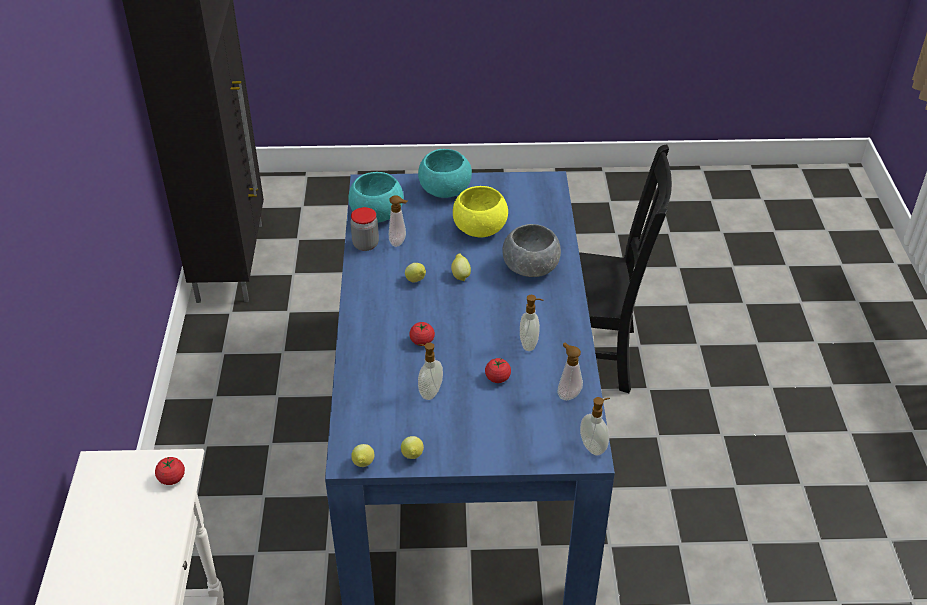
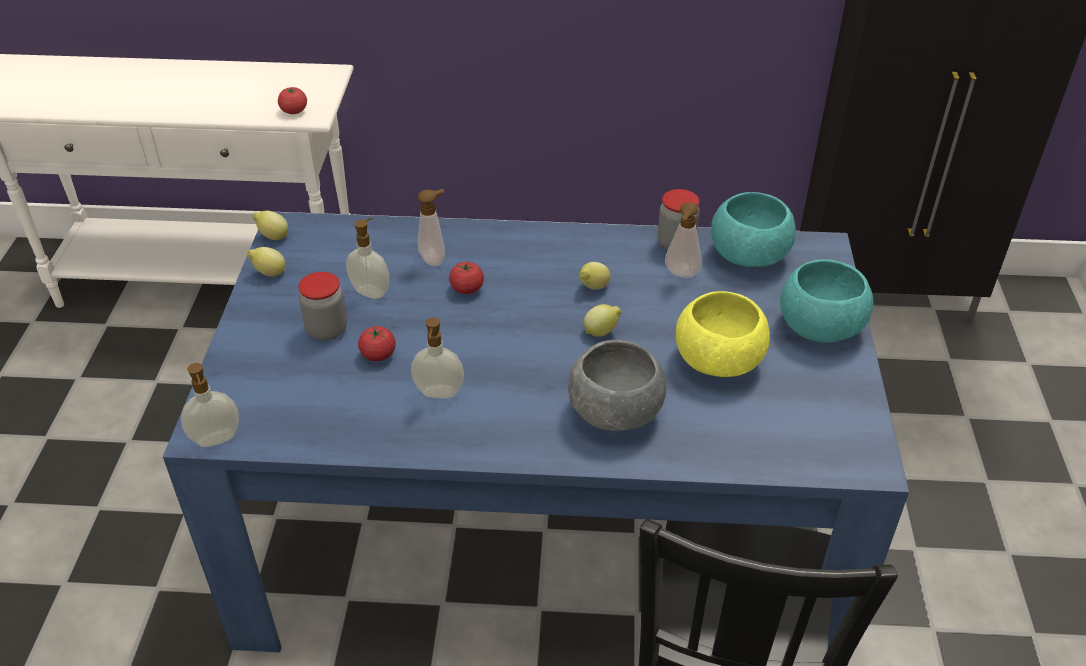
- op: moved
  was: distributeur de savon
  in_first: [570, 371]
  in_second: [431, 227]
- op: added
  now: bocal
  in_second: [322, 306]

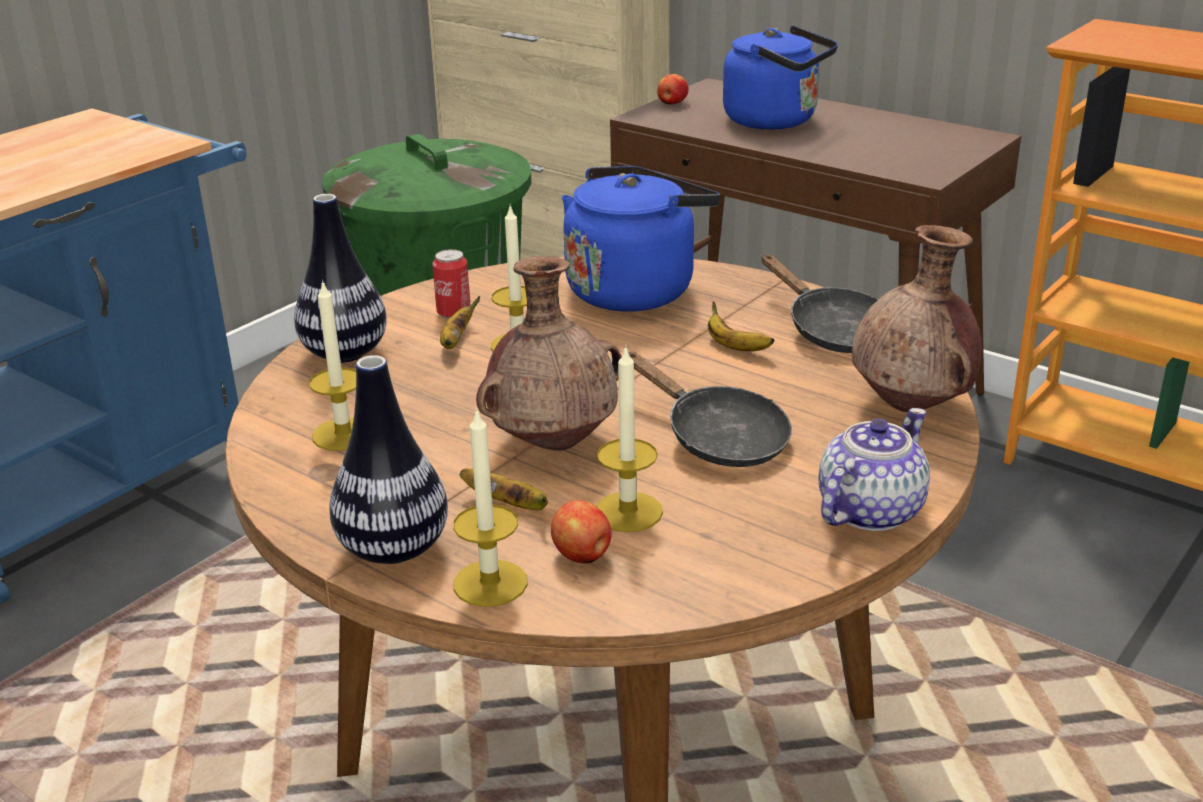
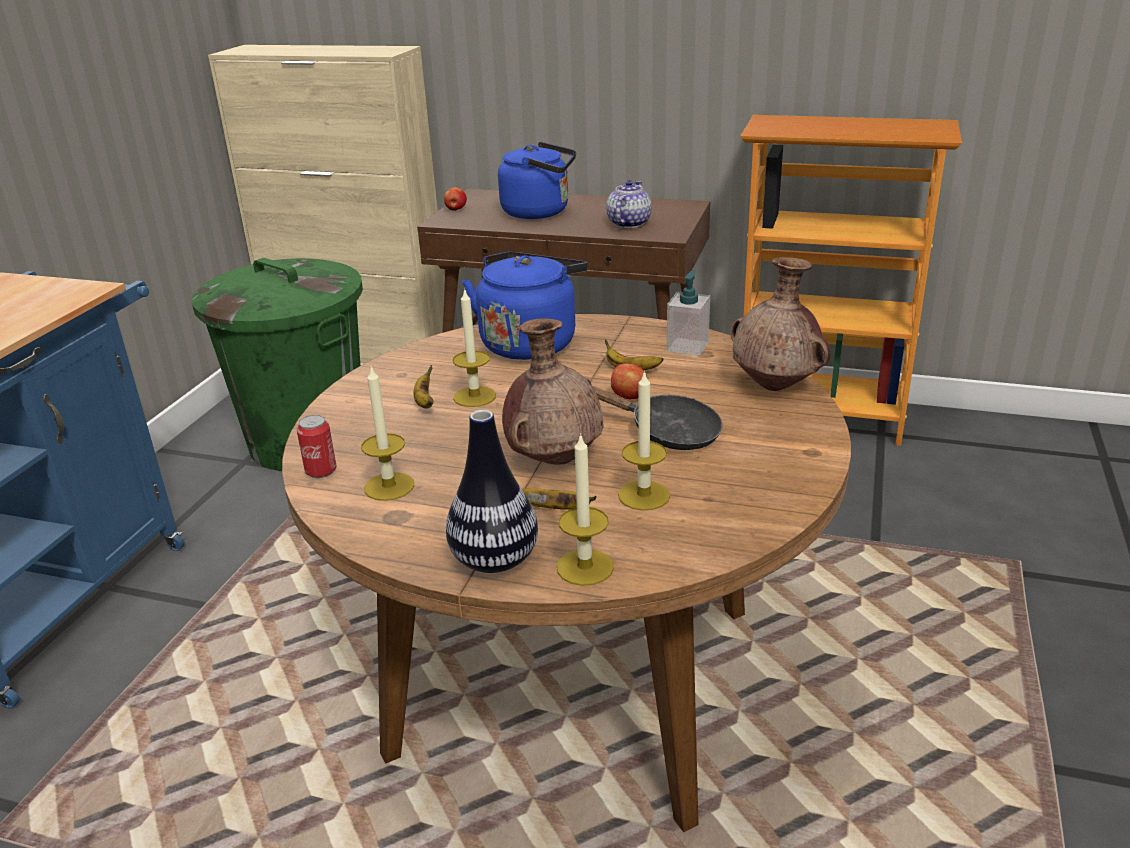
- op: removed
  was: vase
  in_first: [340, 278]
- op: moved
  was: boîte métallique
  in_first: [451, 284]
  in_second: [316, 446]
- op: replaced
  was: poêle [noir]
  now: distributeur de savon
  in_first: [819, 303]
  in_second: [688, 313]
- op: moved
  was: théière
  in_first: [874, 469]
  in_second: [629, 204]
- op: moved
  was: pomme
  in_first: [581, 531]
  in_second: [629, 381]

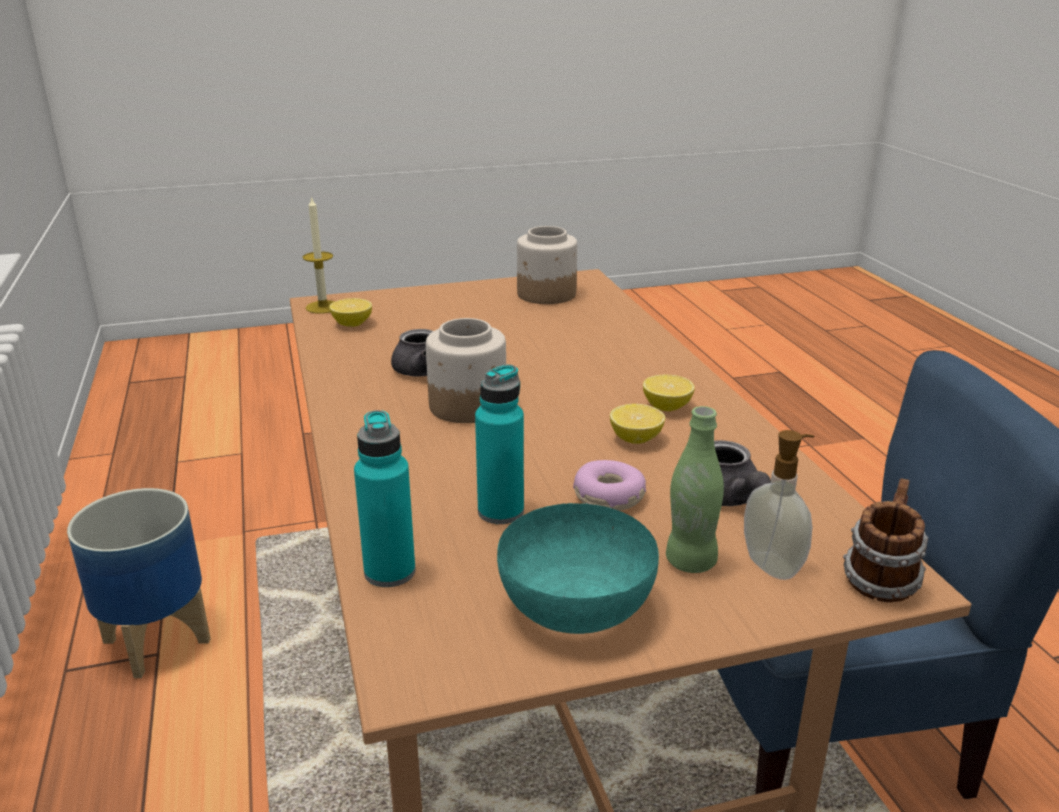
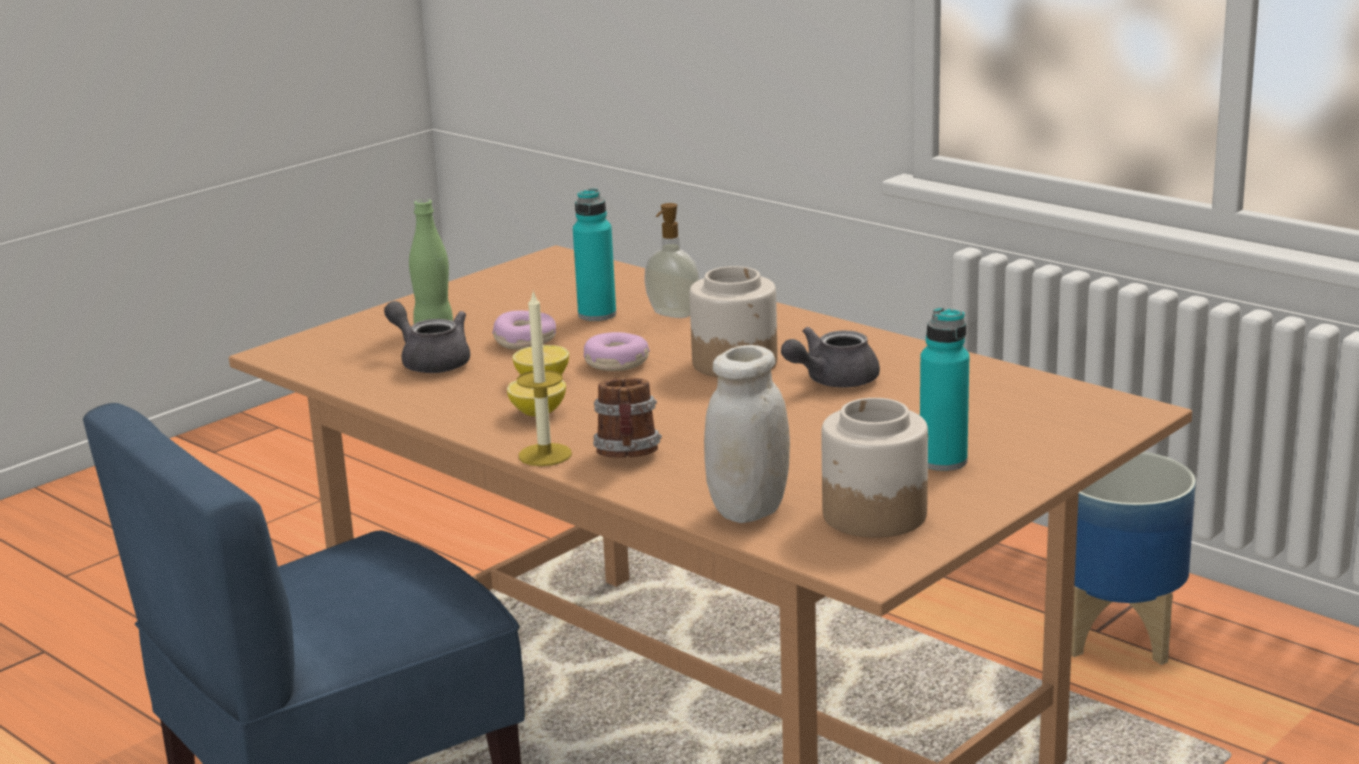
- op: moved
  was: bougie
  in_first: [318, 255]
  in_second: [544, 378]
- op: removed
  was: citron
  in_first: [350, 312]
- op: moved
  was: bouteille [turquoise]
  in_first: [385, 498]
  in_second: [944, 389]
- op: moved
  was: distributeur de savon
  in_first: [779, 505]
  in_second: [672, 260]
- op: moved
  was: mug
  in_first: [885, 540]
  in_second: [627, 418]
- op: removed
  was: bol [turquoise]
  in_first: [578, 568]
- op: added
  now: beignet
  in_second: [617, 351]
- op: added
  now: bocal [blanc]
  in_second: [747, 434]

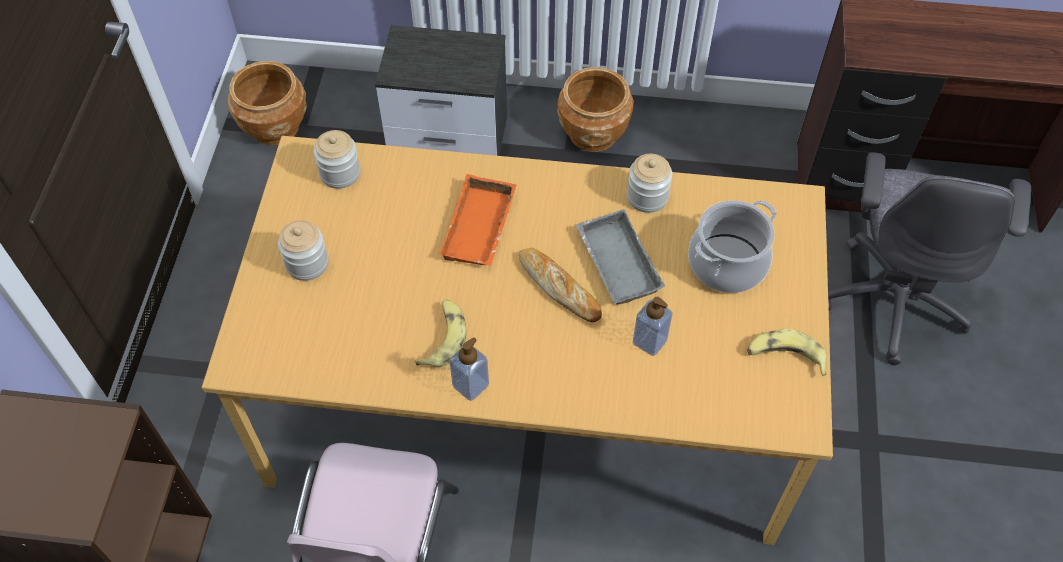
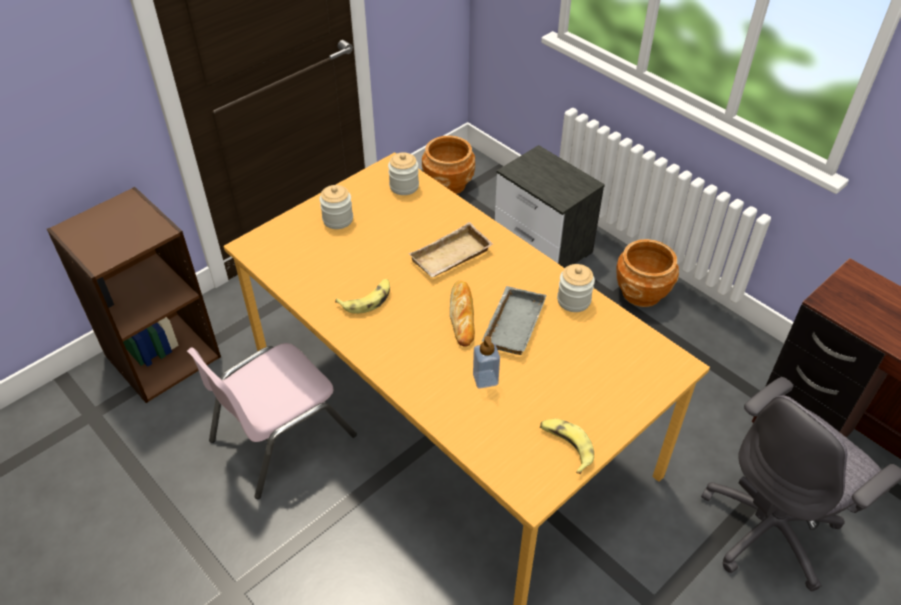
- op: recoloured
  was: plateau [orange]
  now: plateau [beige]
  in_first: [478, 220]
  in_second: [451, 249]
- op: removed
  was: marmite
  in_first: [732, 246]
- op: removed
  was: distributeur de savon
  in_first: [469, 369]

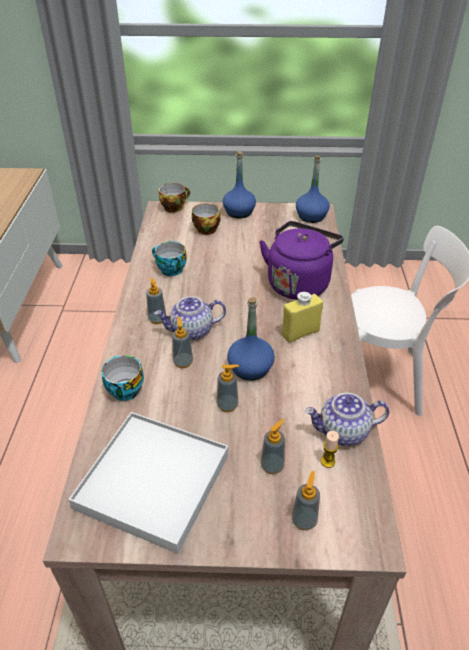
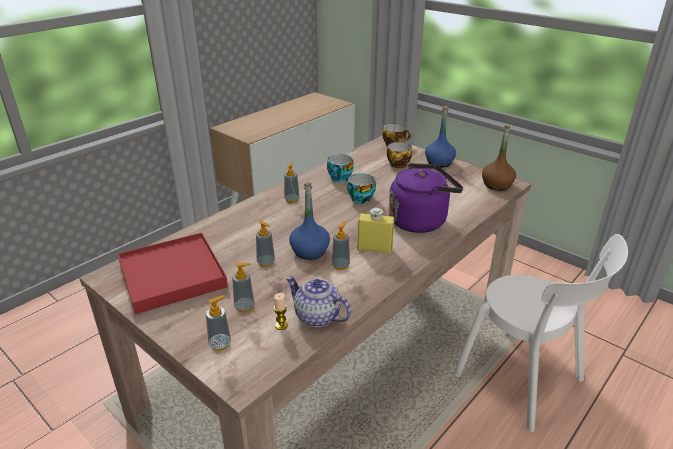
- op: recoloured
  was: bouteille [bleu]
  now: bouteille [marron]
  in_first: [313, 189]
  in_second: [499, 158]
- op: removed
  was: théière
  in_first: [190, 318]
- op: moved
  was: distributeur de savon
  in_first: [182, 342]
  in_second: [341, 245]
- op: moved
  was: tasse
  in_first: [123, 378]
  in_second: [361, 188]
- op: recoloured
  was: plateau [blanc]
  now: plateau [rouge]
  in_first: [148, 483]
  in_second: [173, 273]

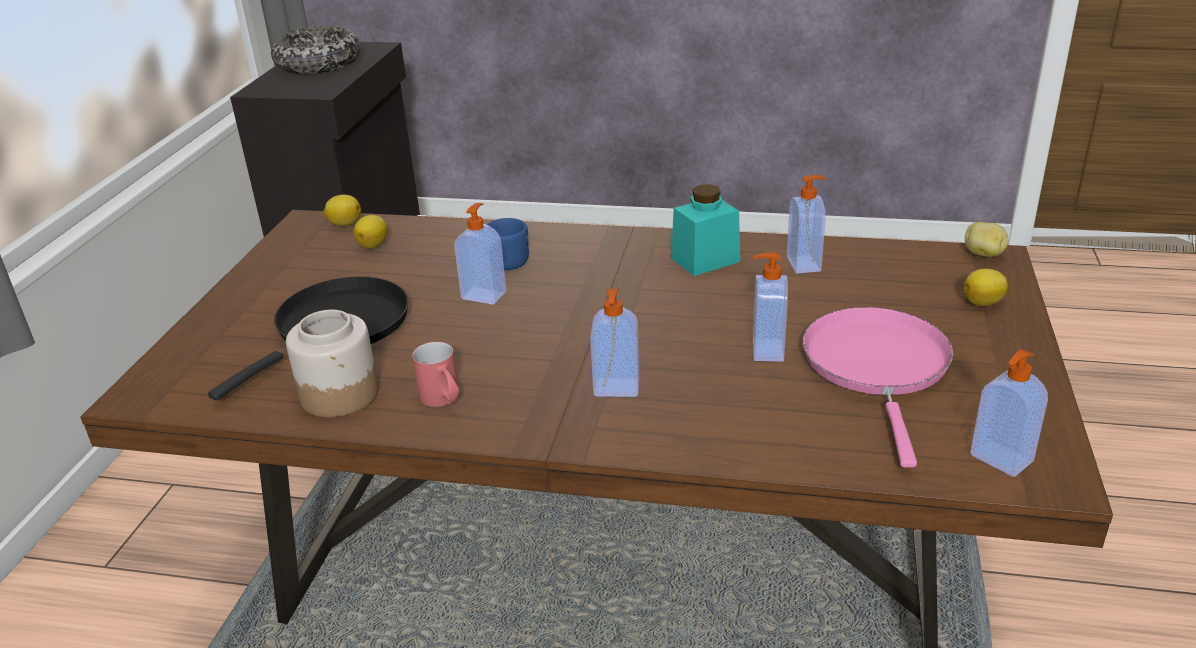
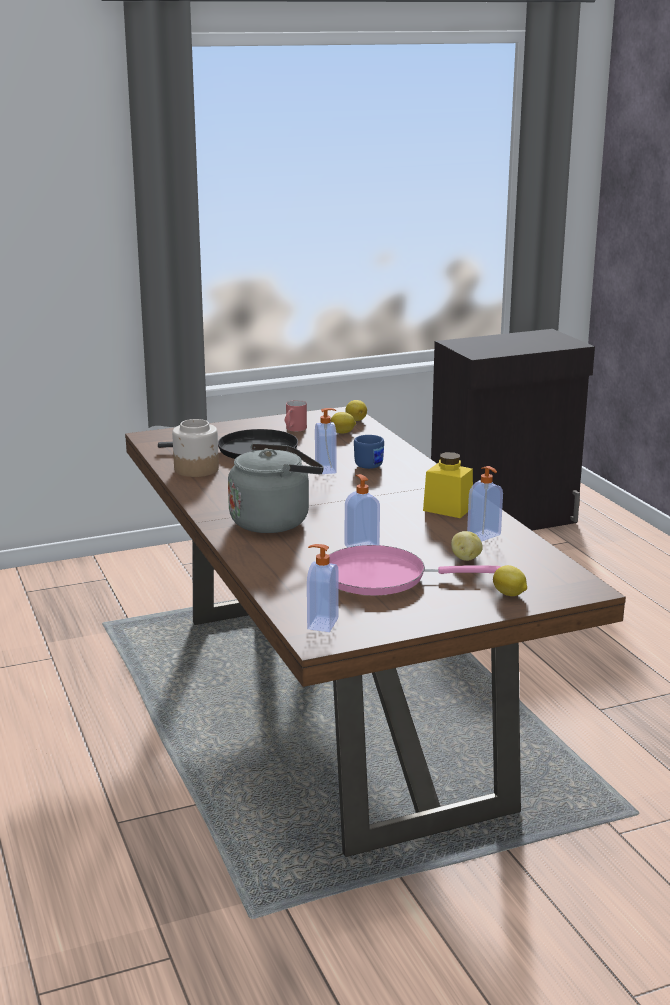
- op: removed
  was: bol
  in_first: [316, 50]
- op: recoloured
  was: bocal [turquoise]
  now: bocal [jaune]
  in_first: [705, 230]
  in_second: [448, 485]
- op: moved
  was: pomme de terre
  in_first: [987, 239]
  in_second: [467, 546]
- op: replaced
  was: distributeur de savon
  now: bouilloire [gris]
  in_first: [614, 343]
  in_second: [276, 488]
- op: turned
  was: poêle [rose]
  in_first: [878, 387]
  in_second: [415, 570]
  clockwise: -150
- op: moved
  was: mug [rouge]
  in_first: [435, 374]
  in_second: [296, 416]

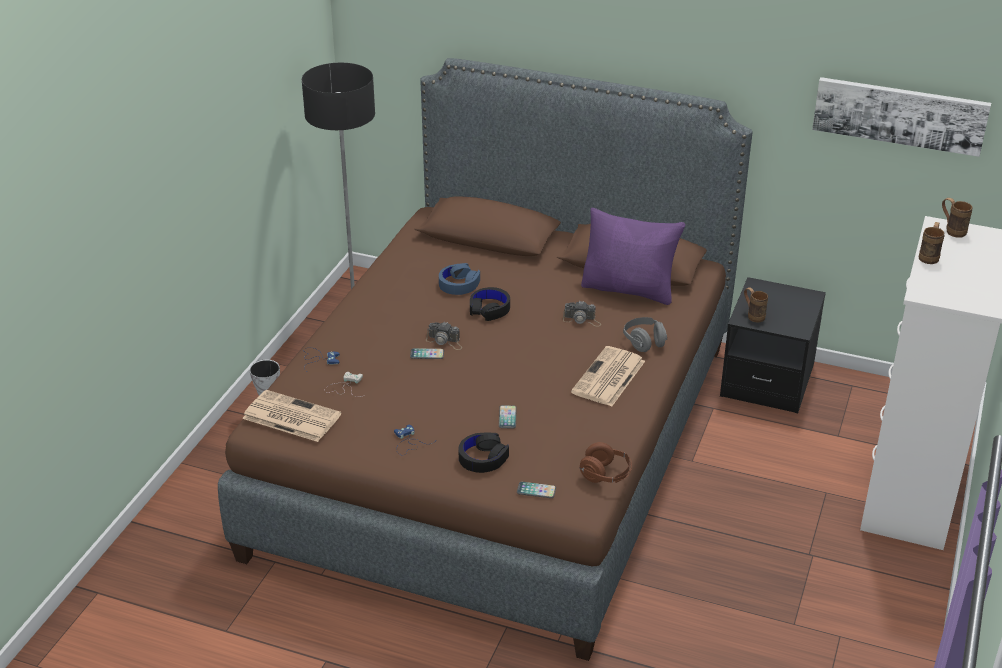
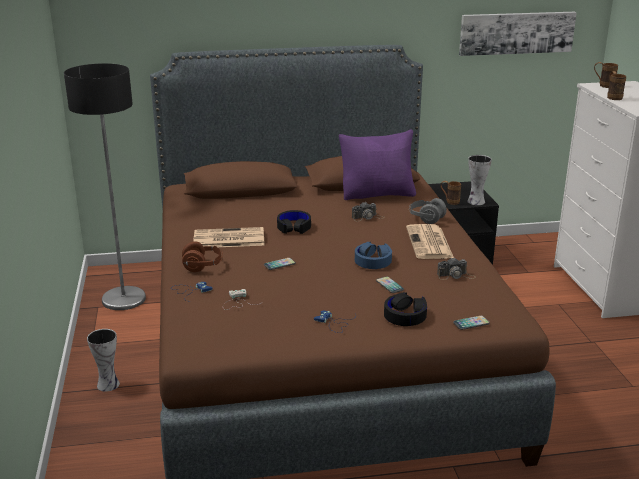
- op: moved
  was: casque audio [bleu]
  in_first: [459, 279]
  in_second: [373, 255]
- op: moved
  was: appareil photo
  in_first: [444, 336]
  in_second: [456, 268]
- op: moved
  was: journal
  in_first: [291, 416]
  in_second: [229, 237]
- op: moved
  was: casque audio [marron]
  in_first: [606, 462]
  in_second: [202, 256]
- op: added
  now: vase
  in_second: [479, 180]

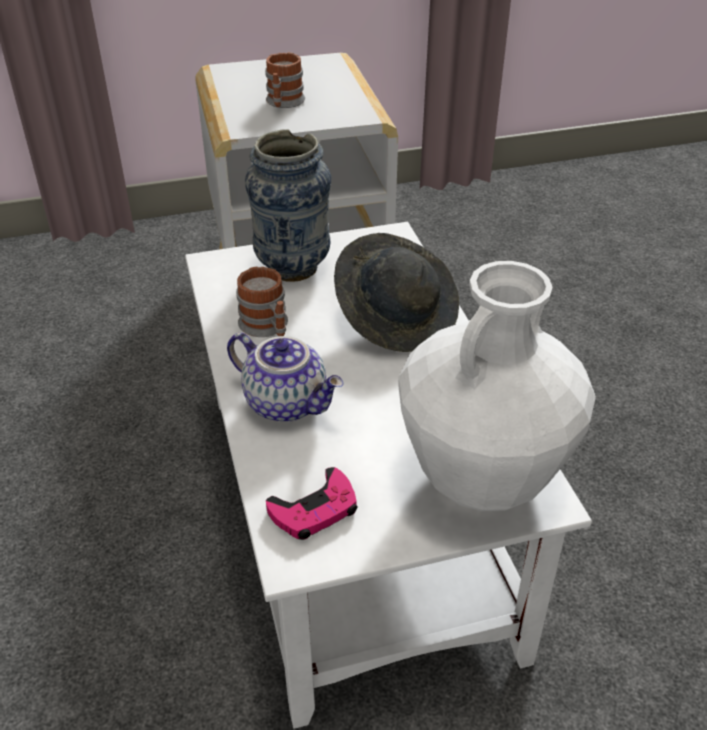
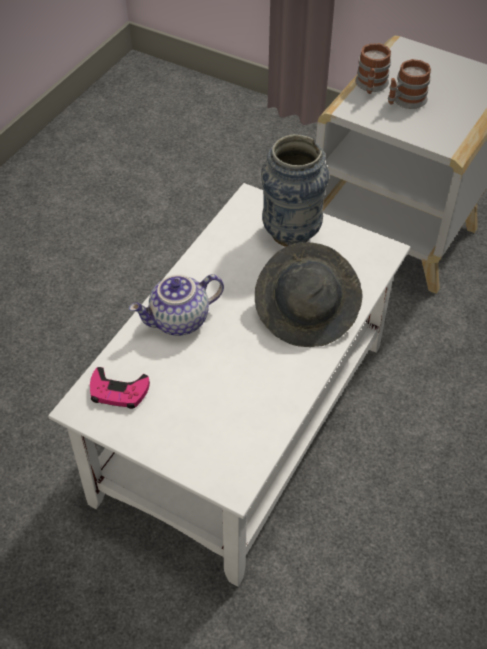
- op: removed
  was: vase [blanc]
  in_first: [497, 386]
- op: moved
  was: mug
  in_first: [262, 302]
  in_second: [373, 68]
- op: turned
  was: théière
  in_first: [285, 377]
  in_second: [176, 304]
  clockwise: 75

